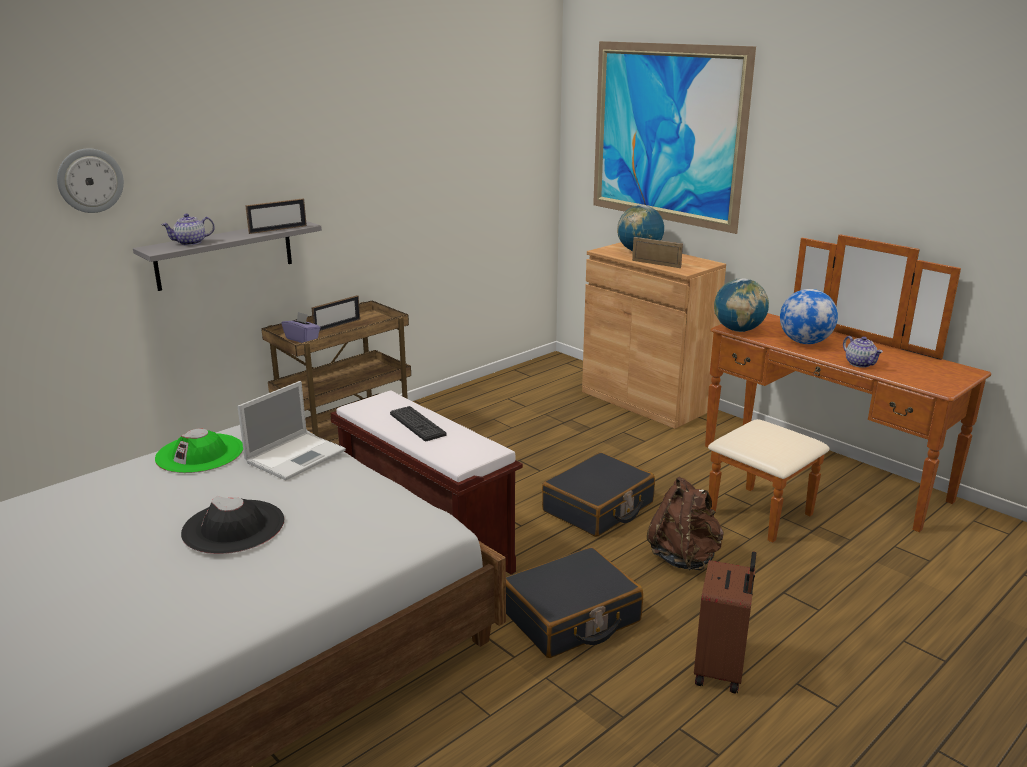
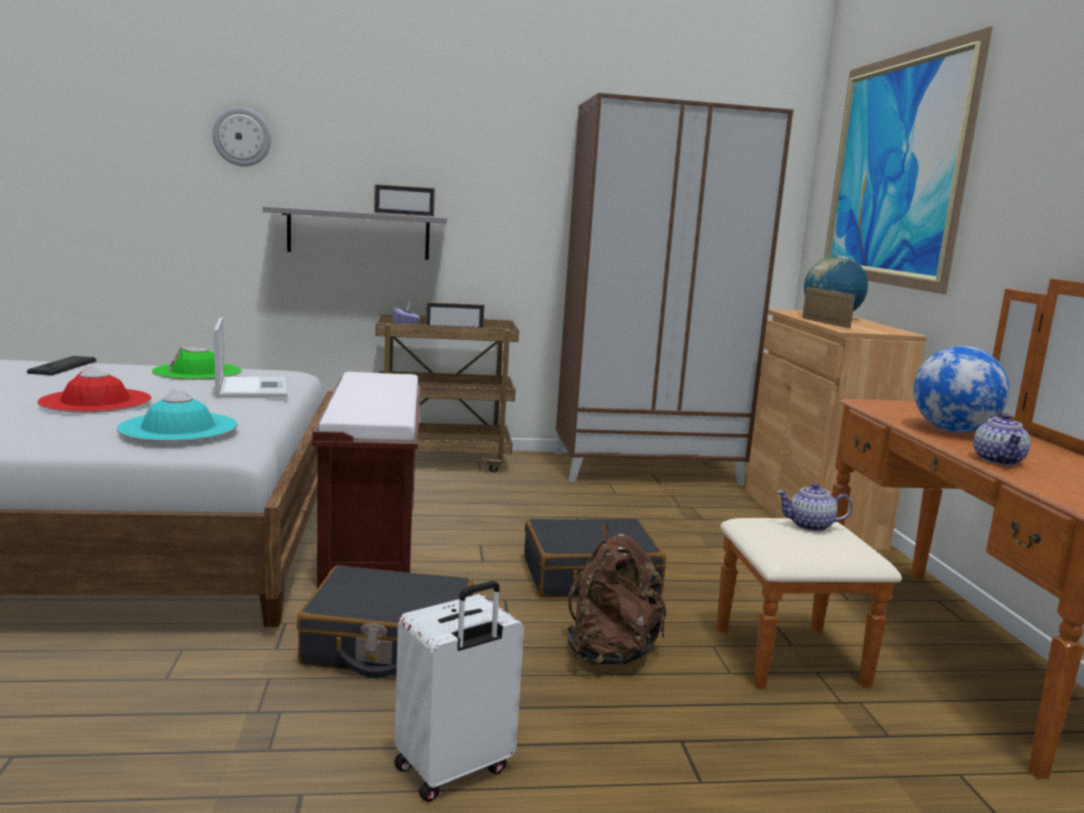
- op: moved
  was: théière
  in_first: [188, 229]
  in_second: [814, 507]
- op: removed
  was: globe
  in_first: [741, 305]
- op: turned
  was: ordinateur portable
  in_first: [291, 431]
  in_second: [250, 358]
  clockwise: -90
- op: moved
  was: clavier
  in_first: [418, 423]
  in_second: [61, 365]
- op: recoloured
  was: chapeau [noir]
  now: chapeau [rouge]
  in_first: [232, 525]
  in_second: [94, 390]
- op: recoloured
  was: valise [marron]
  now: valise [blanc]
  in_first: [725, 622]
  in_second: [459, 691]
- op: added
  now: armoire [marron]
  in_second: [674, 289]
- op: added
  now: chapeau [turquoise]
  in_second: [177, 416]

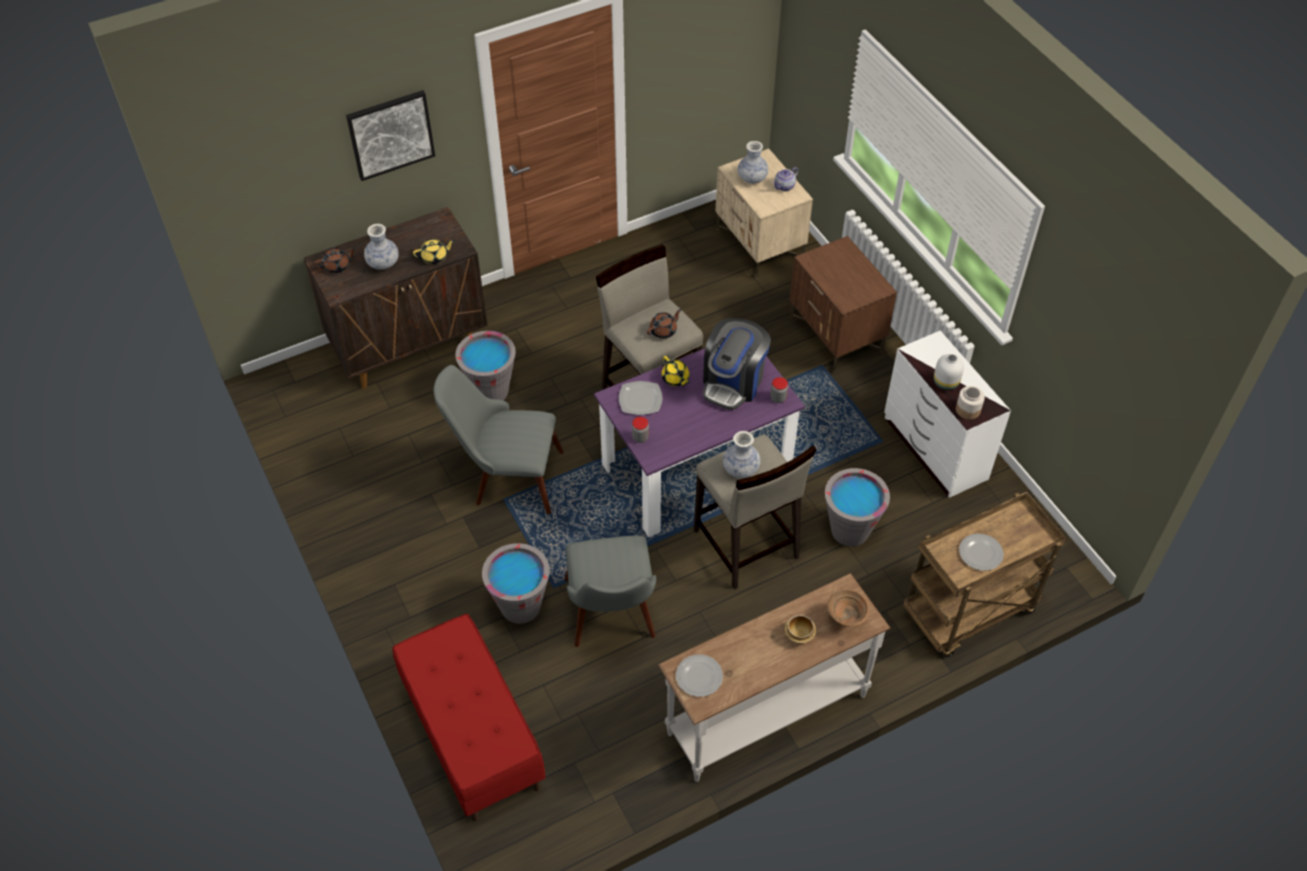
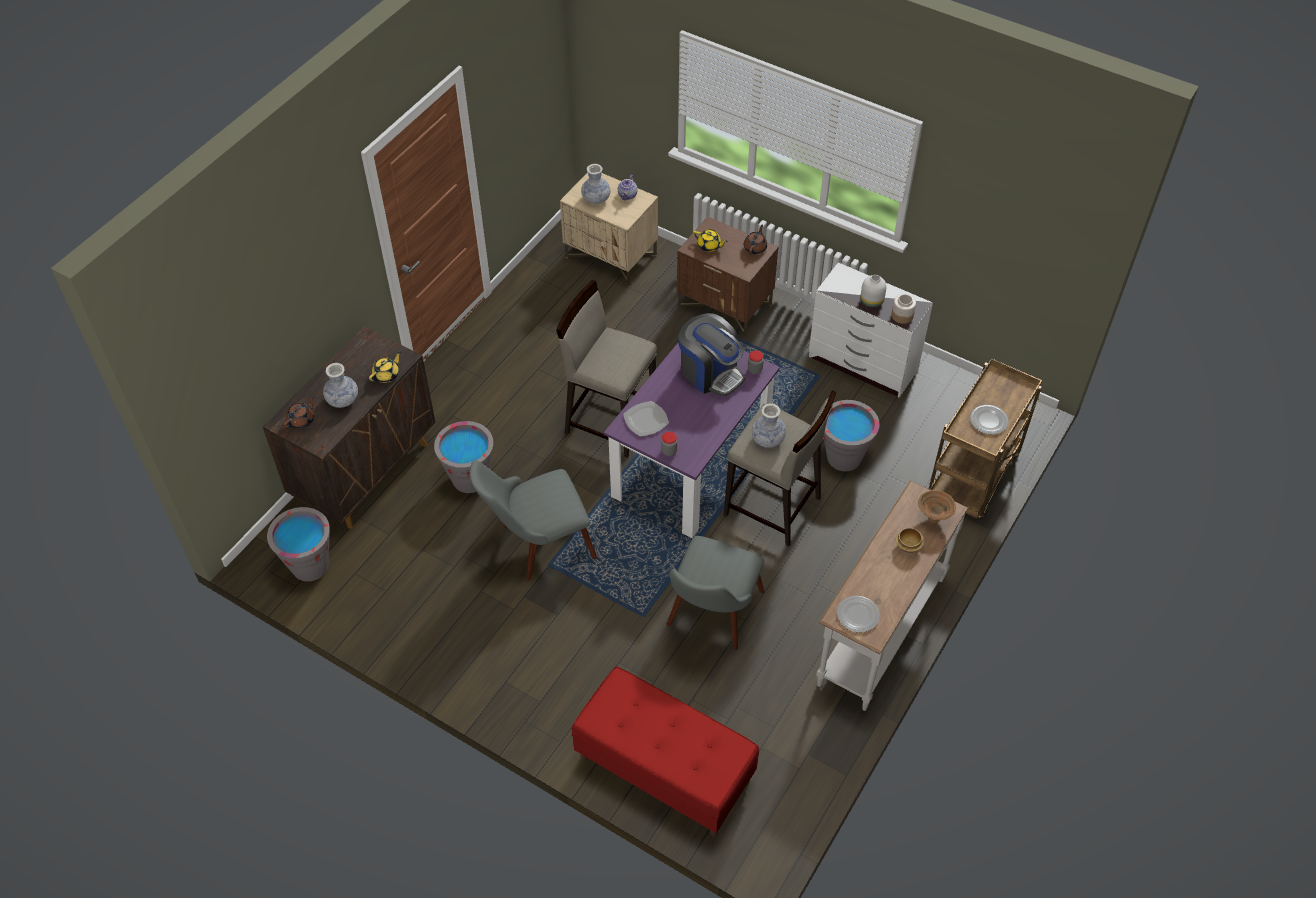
- op: removed
  was: tableau
  in_first: [390, 135]
- op: moved
  was: théière [marron]
  in_first: [664, 323]
  in_second: [755, 239]
- op: turned
  was: machine à café
  in_first: [737, 364]
  in_second: [711, 354]
  clockwise: -45
- op: moved
  was: théière [jaune]
  in_first: [675, 371]
  in_second: [710, 240]
- op: turned
  was: chaise [gris]
  in_first: [610, 591]
  in_second: [715, 593]
  clockwise: 60
- op: moved
  was: seau [gris]
  in_first: [516, 583]
  in_second: [298, 544]

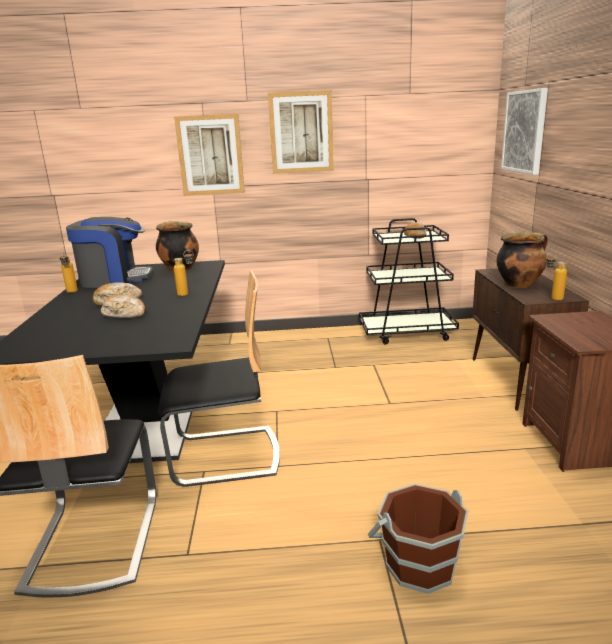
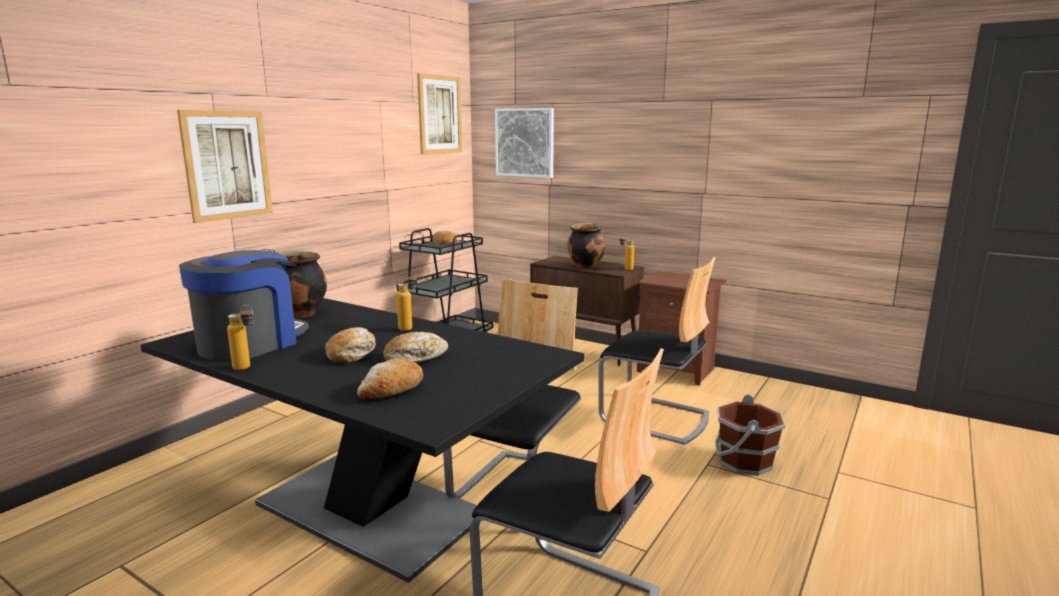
- op: moved
  was: tableau
  in_first: [301, 132]
  in_second: [439, 113]
- op: added
  now: chaise
  in_second: [657, 351]
- op: added
  now: pain
  in_second: [390, 378]

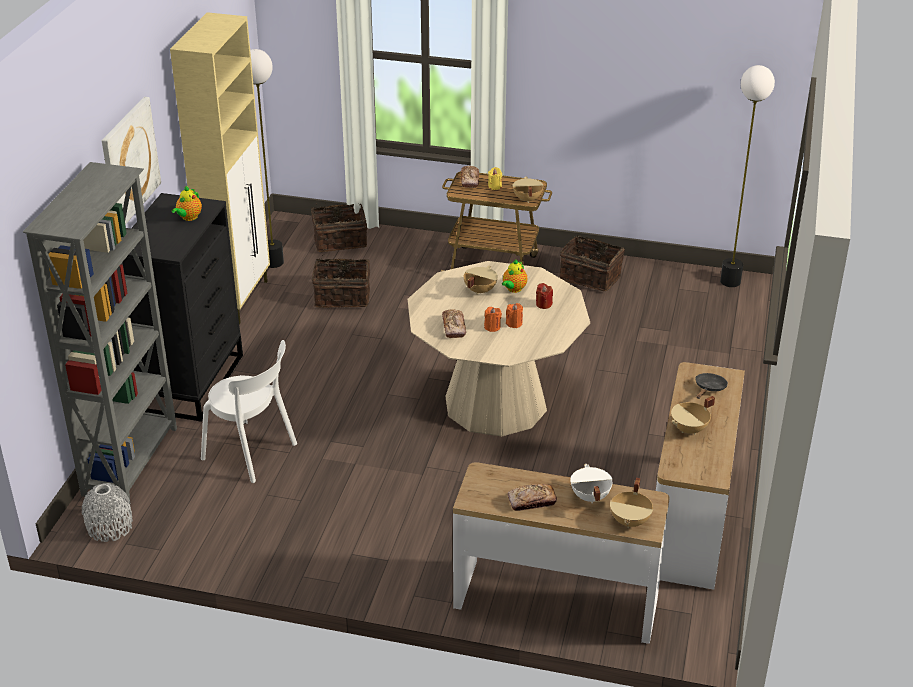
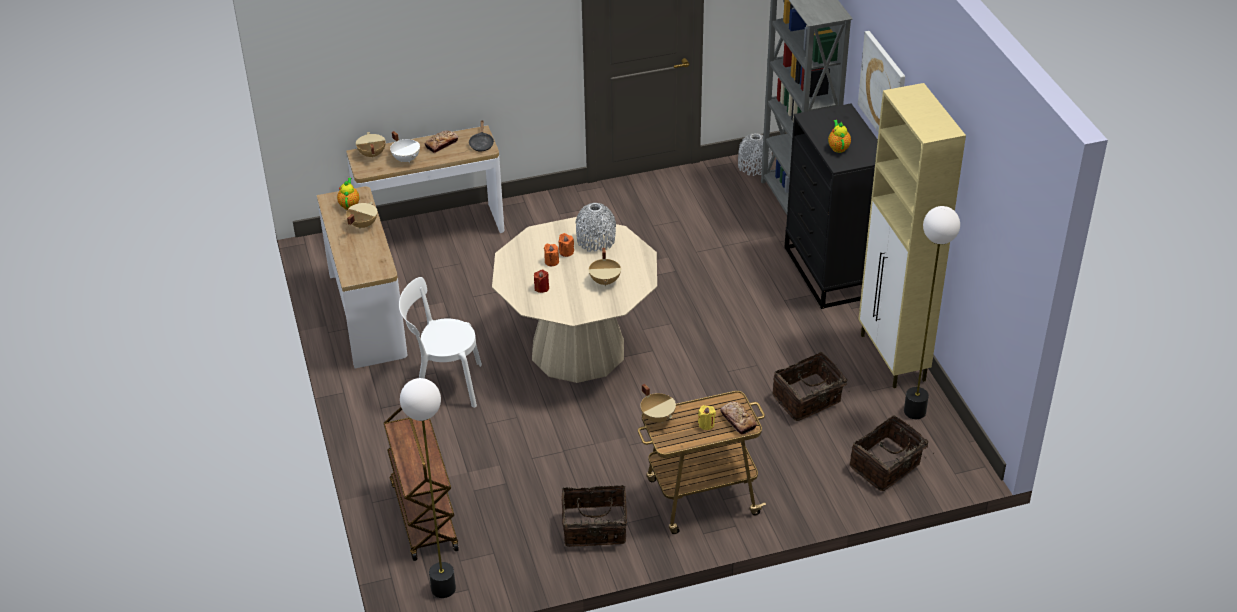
- op: moved
  was: théière
  in_first: [514, 276]
  in_second: [348, 194]
- op: replaced
  was: pain
  now: vase [gris]
  in_first: [454, 323]
  in_second: [595, 227]
- op: moved
  was: chaise [blanc]
  in_first: [249, 411]
  in_second: [440, 342]
- op: moved
  was: poêle [noir]
  in_first: [712, 386]
  in_second: [481, 135]
- op: added
  now: chariot [marron]
  in_second: [421, 484]

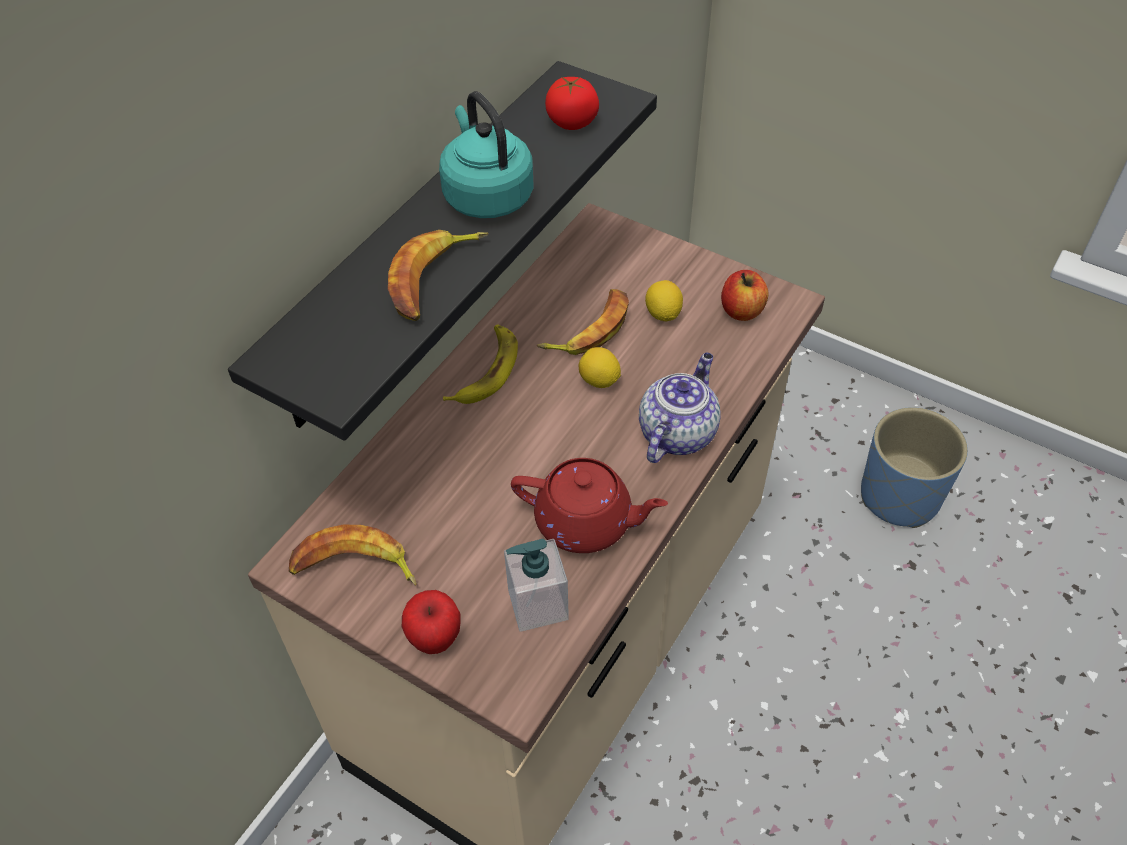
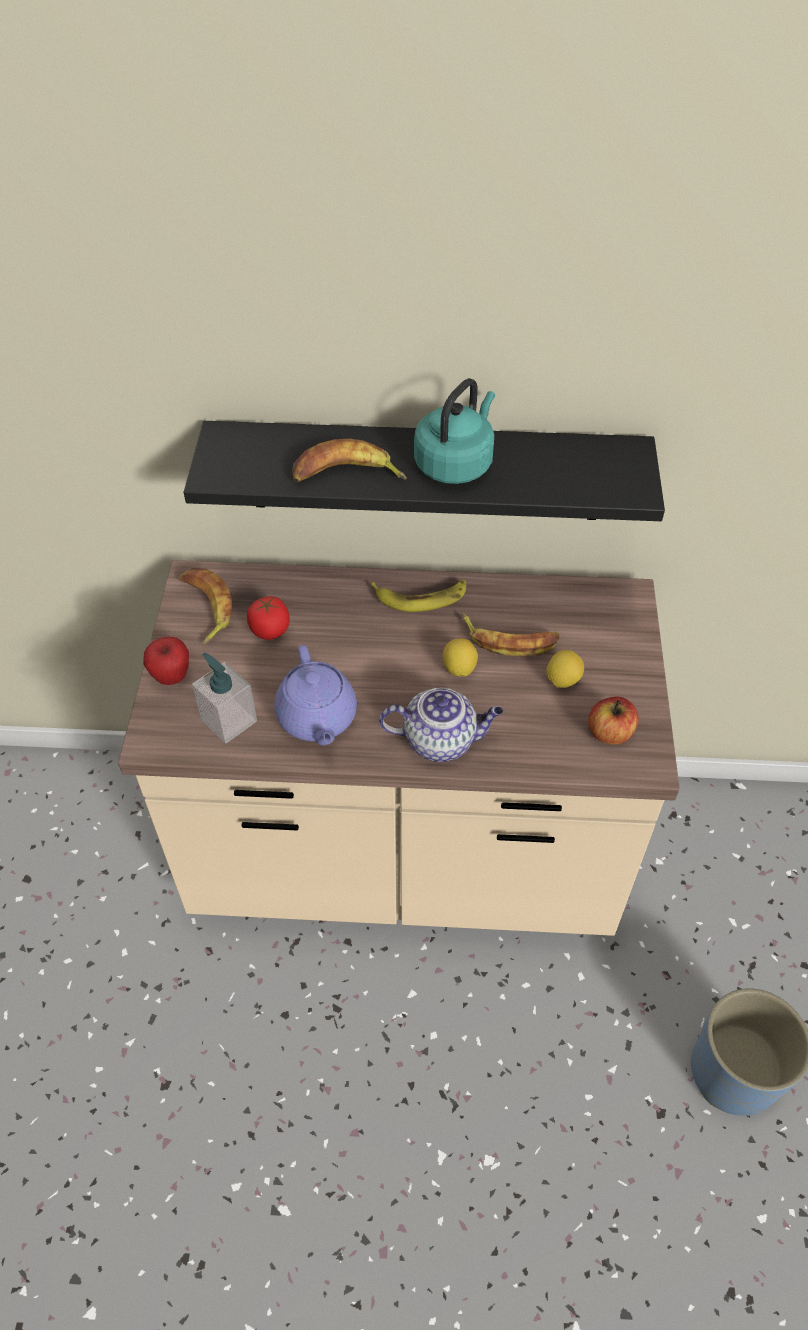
- op: moved
  was: tomate
  in_first: [572, 103]
  in_second: [268, 618]
- op: recoloured
  was: théière [rouge]
  now: théière [violet]
  in_first: [589, 505]
  in_second: [315, 695]

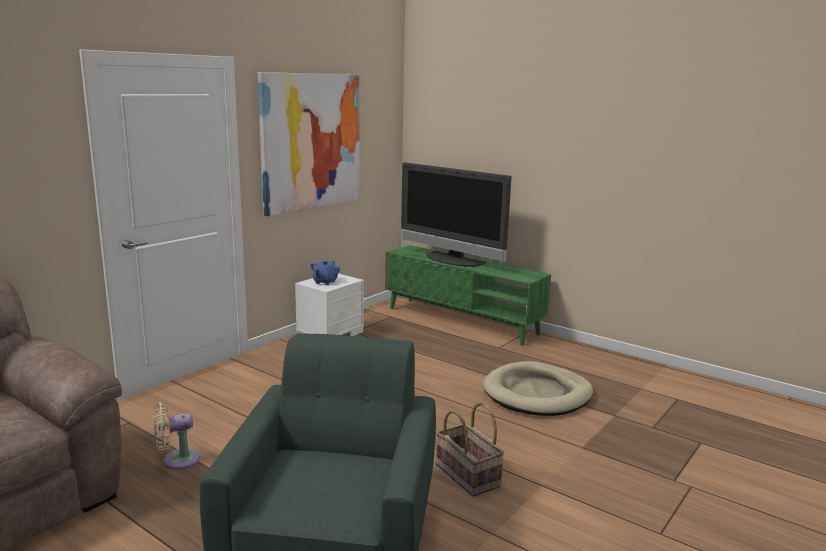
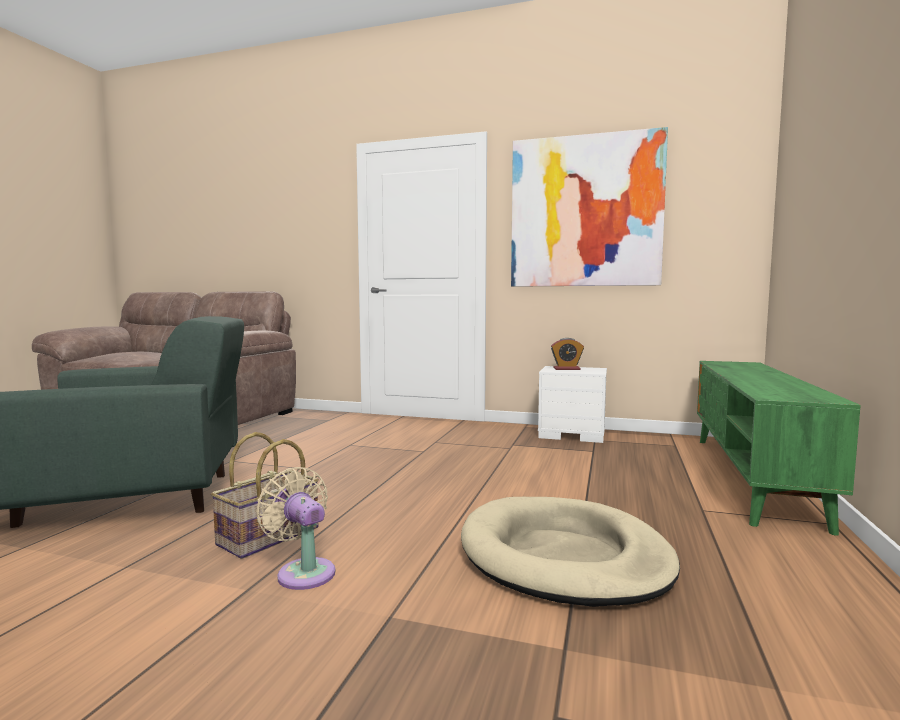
- op: removed
  was: téléviseur
  in_first: [456, 214]
- op: replaced
  was: théière [bleu]
  now: réveil
  in_first: [325, 273]
  in_second: [567, 354]
- op: moved
  was: ventilateur [beige]
  in_first: [176, 436]
  in_second: [295, 528]

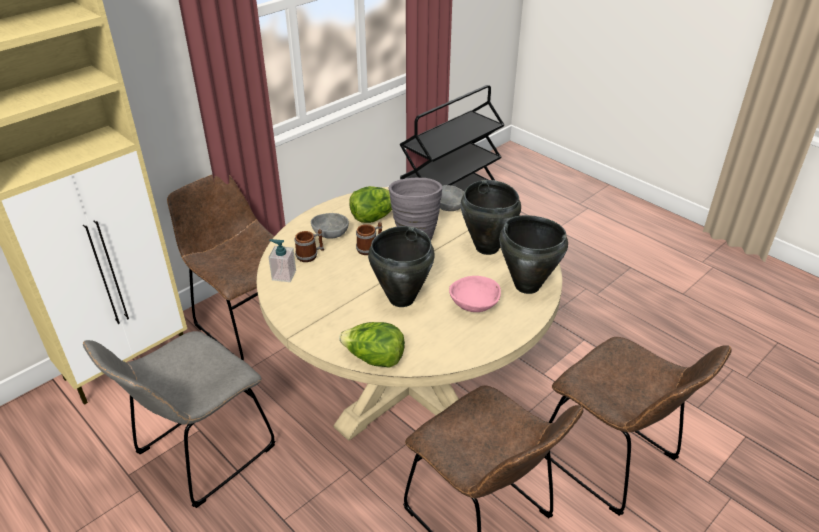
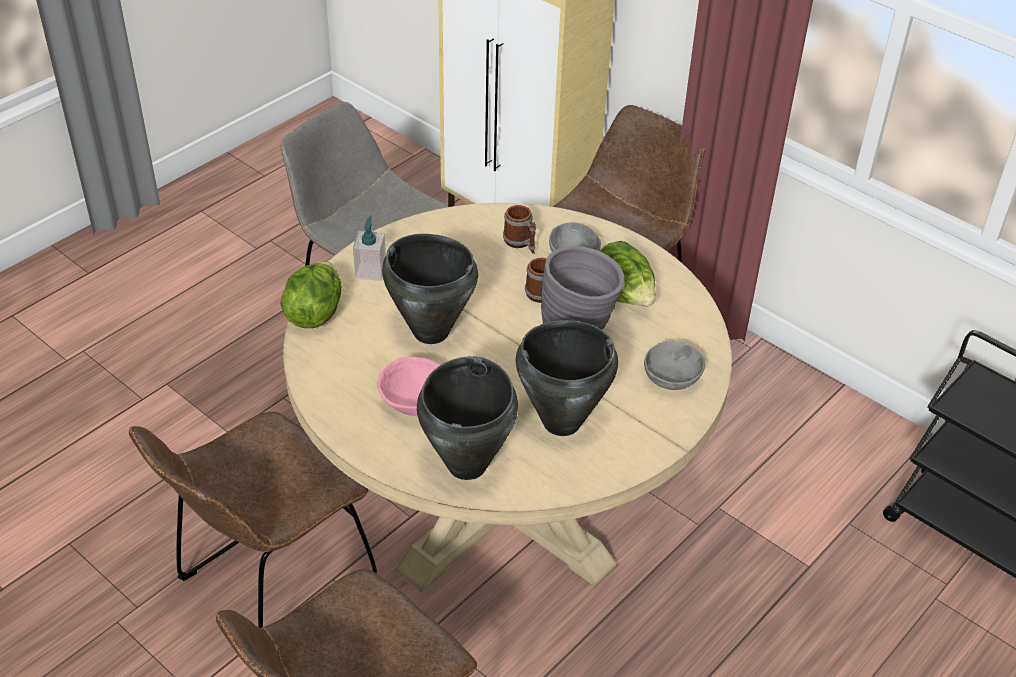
- op: moved
  was: distributeur de savon
  in_first: [282, 260]
  in_second: [369, 248]

